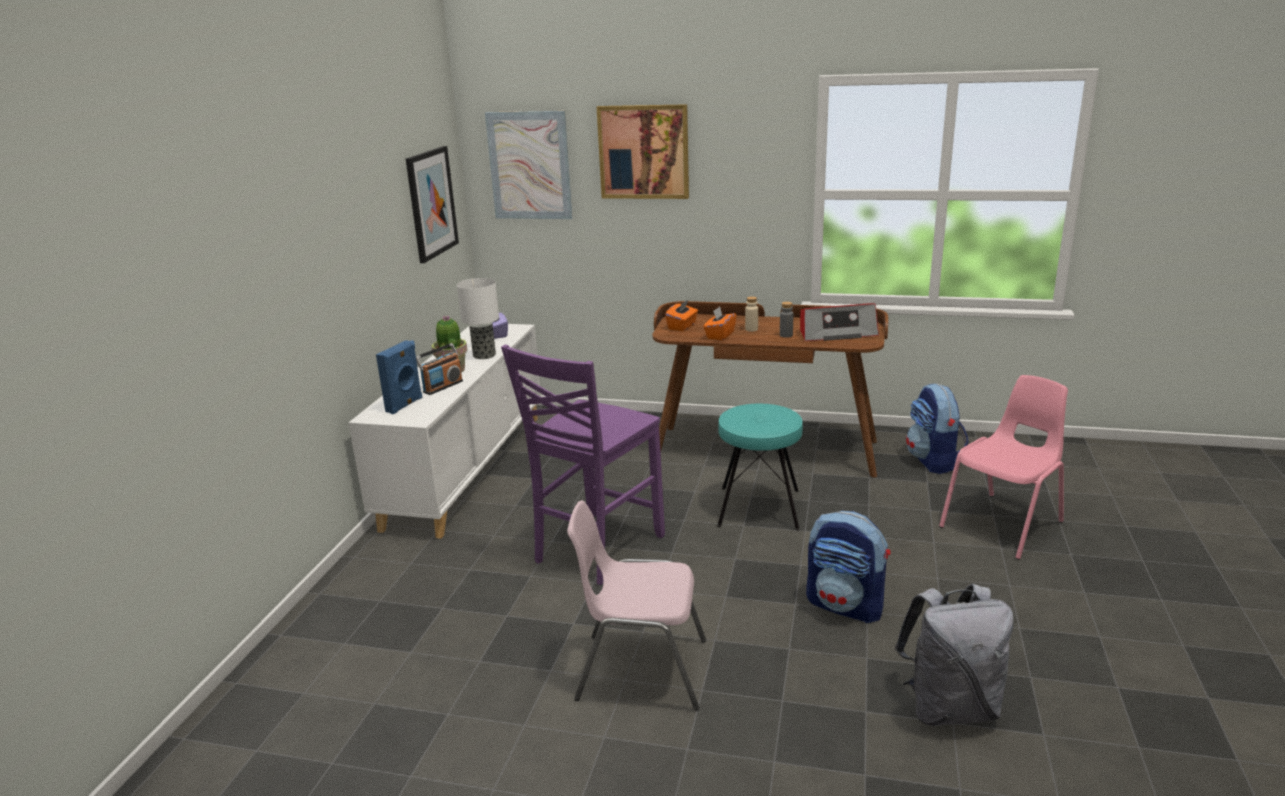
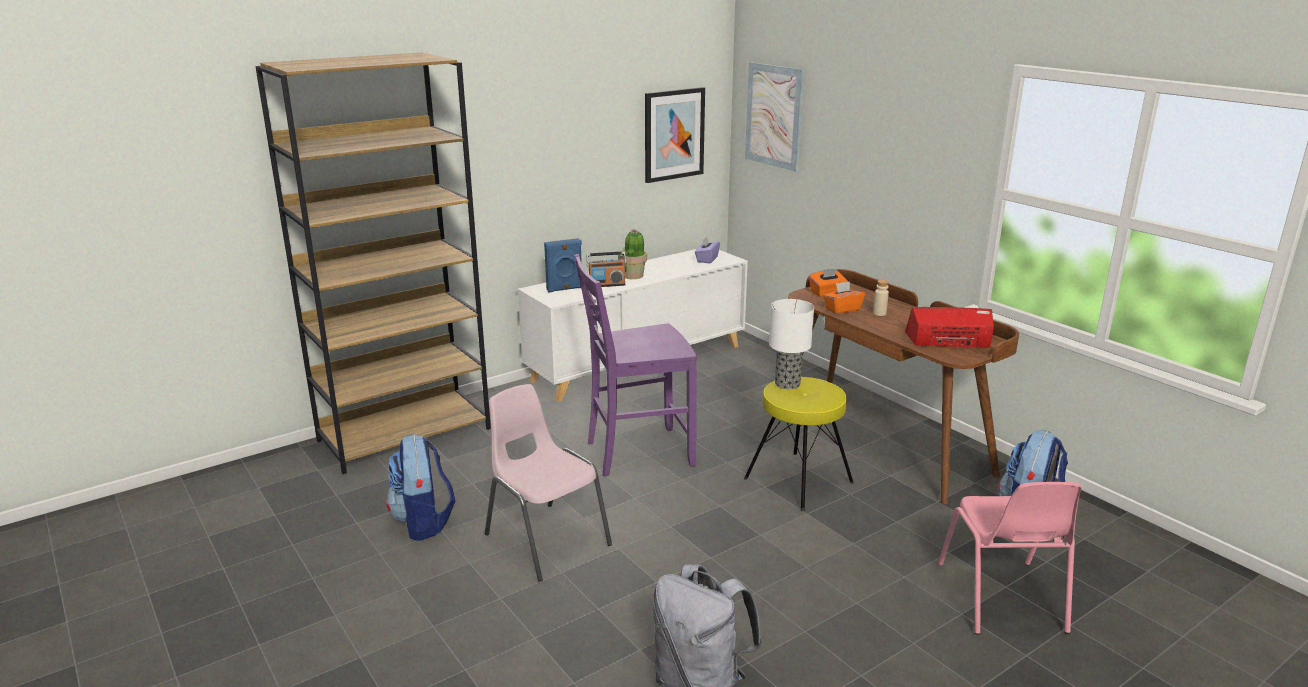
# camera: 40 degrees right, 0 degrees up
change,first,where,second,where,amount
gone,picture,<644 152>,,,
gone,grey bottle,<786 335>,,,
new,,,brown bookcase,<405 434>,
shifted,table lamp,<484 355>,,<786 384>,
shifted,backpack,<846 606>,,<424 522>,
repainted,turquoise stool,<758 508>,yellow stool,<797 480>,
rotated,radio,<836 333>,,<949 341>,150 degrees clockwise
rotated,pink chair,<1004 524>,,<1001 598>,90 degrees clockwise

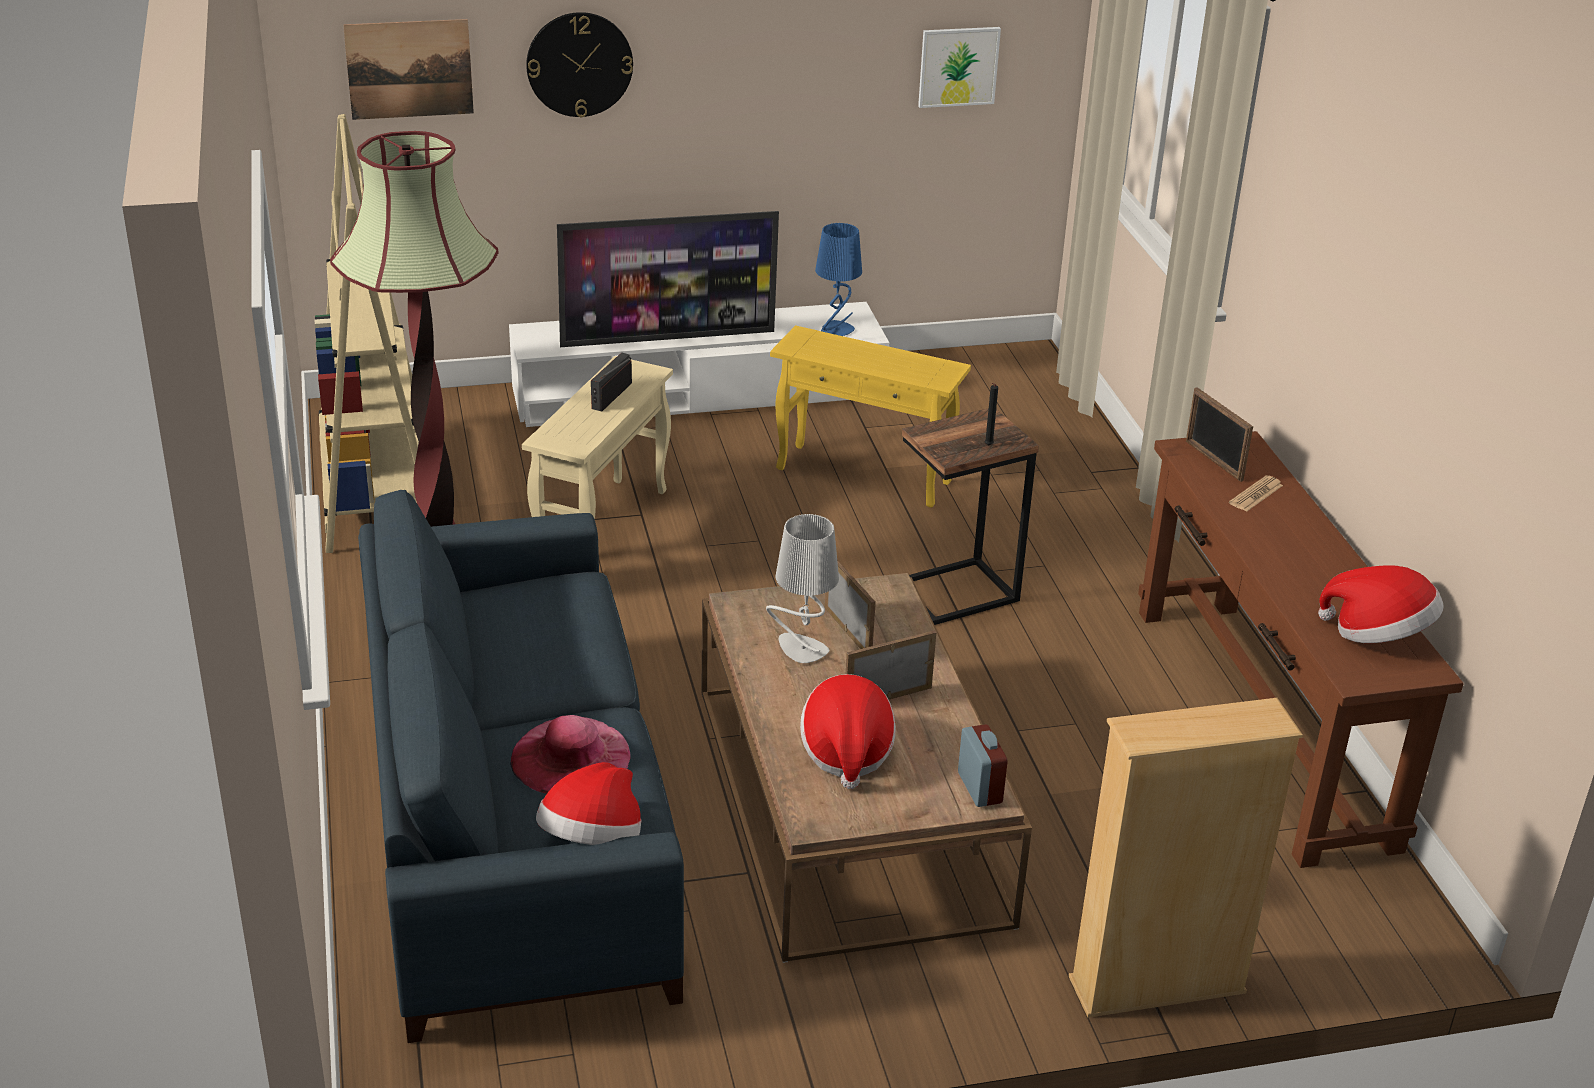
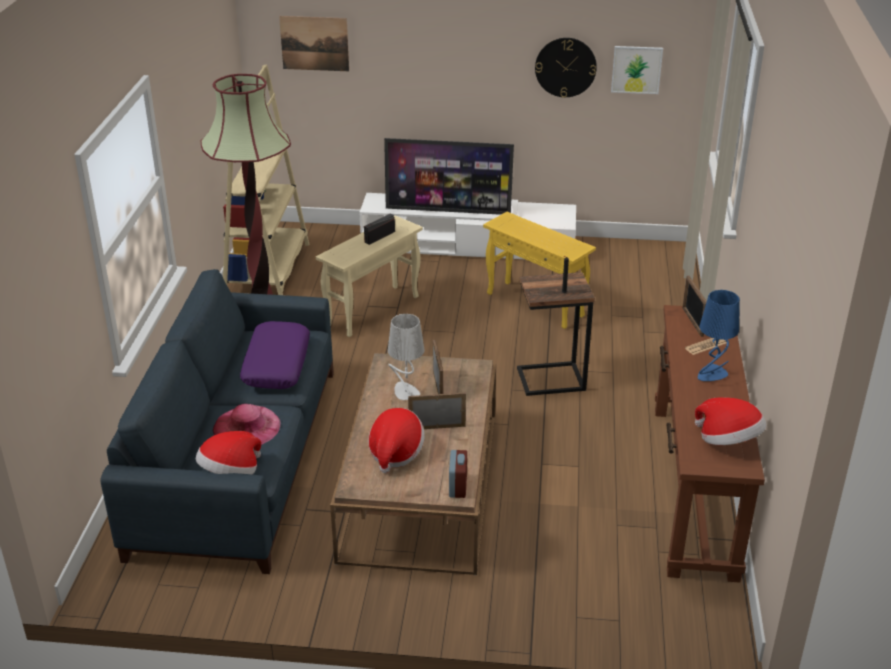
# camera: 20 degrees right, 0 degrees up
change,first,where,second,where,amount
gone,beige bookcase,<1157 986>,,,
new,,,purple pillow,<276 364>,
shifted,wall clock,<579 64>,,<565 67>,
shifted,blue table lamp,<835 331>,,<711 375>,

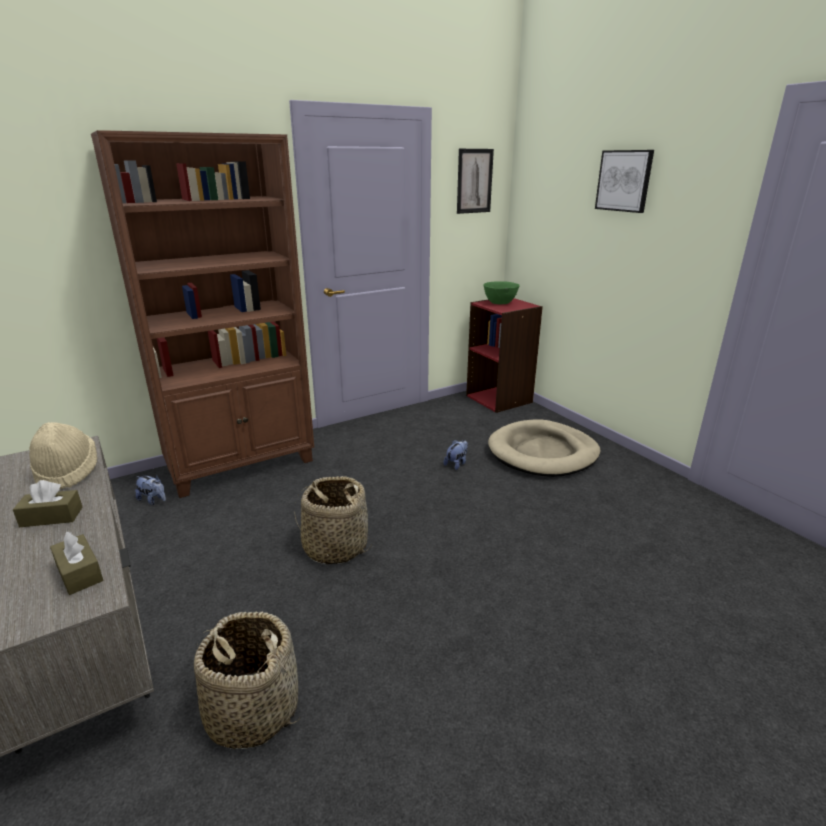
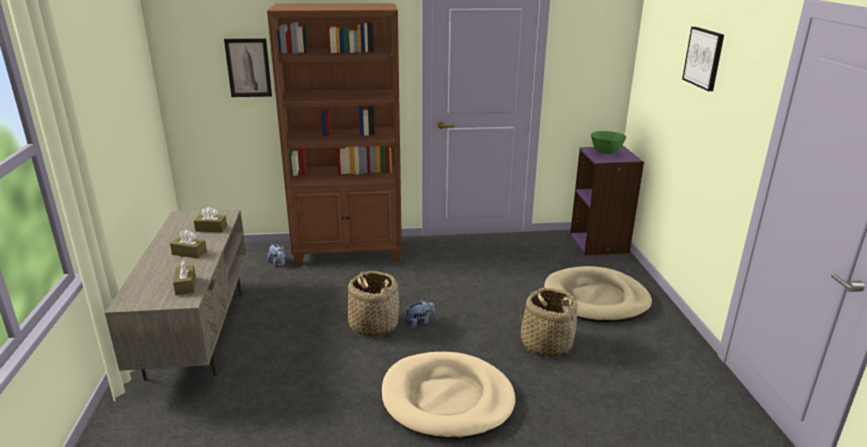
# camera: 25 degrees right, 0 degrees up
change,first,where,second,where,amount
new,,,beige dog bed,<447 399>,
shifted,basket,<252 710>,,<546 344>,
shifted,plush toy,<456 464>,,<420 322>,
shifted,picture,<474 181>,,<248 68>,
swapped,beige hat,<67 471>,brown tissue box,<211 228>,
repainted,red bookcase,<499 399>,purple bookcase,<599 243>,

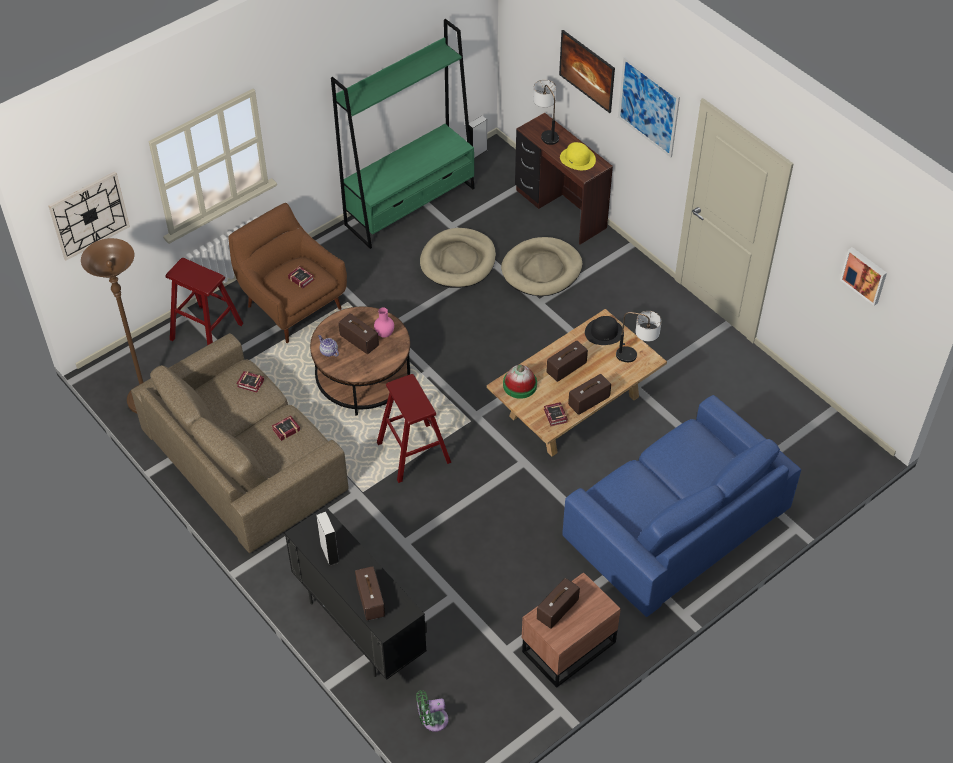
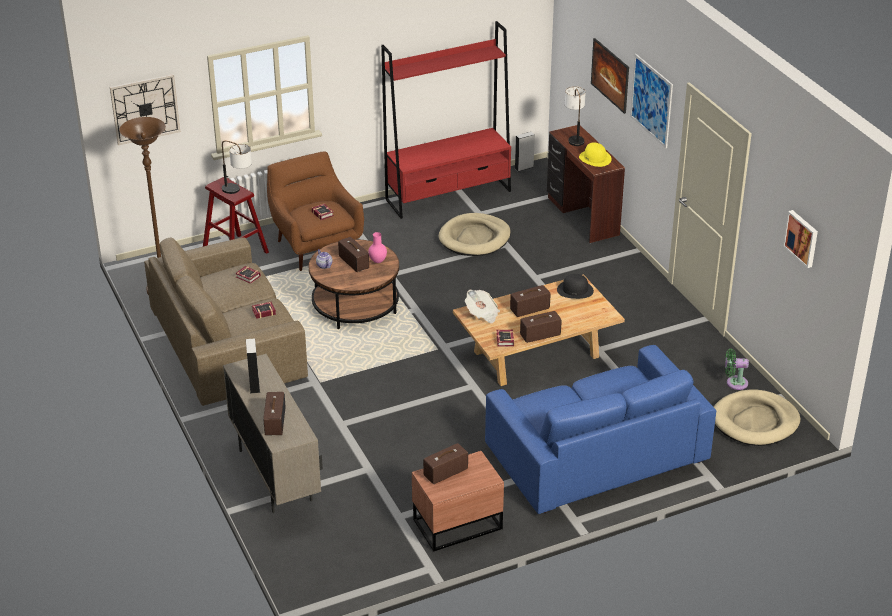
# camera: 15 degrees right, 15 degrees down
change,first,where,second,where,amount
gone,red stool,<413 452>,,,
shifted,green fan,<432 720>,,<734 383>,
shifted,beige dog bed,<541 270>,,<755 421>,
shifted,table lamp,<636 357>,,<238 191>,
swapped,hat,<520 385>,newspaper,<482 314>,
repainted,black cabinet,<359 627>,beige cabinet,<275 475>,
repainted,green bookcase,<410 206>,red bookcase,<448 195>,

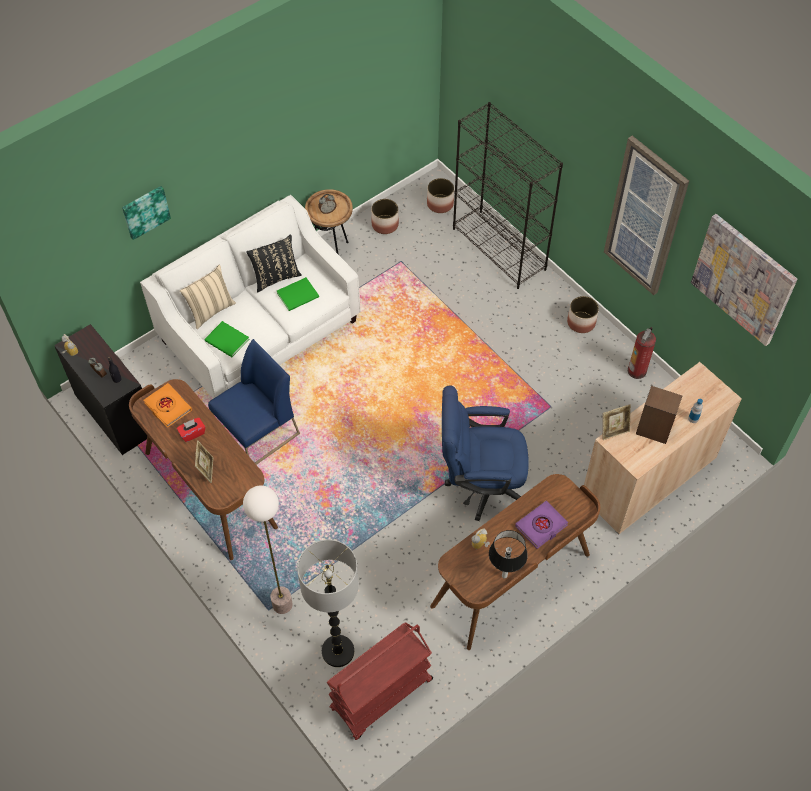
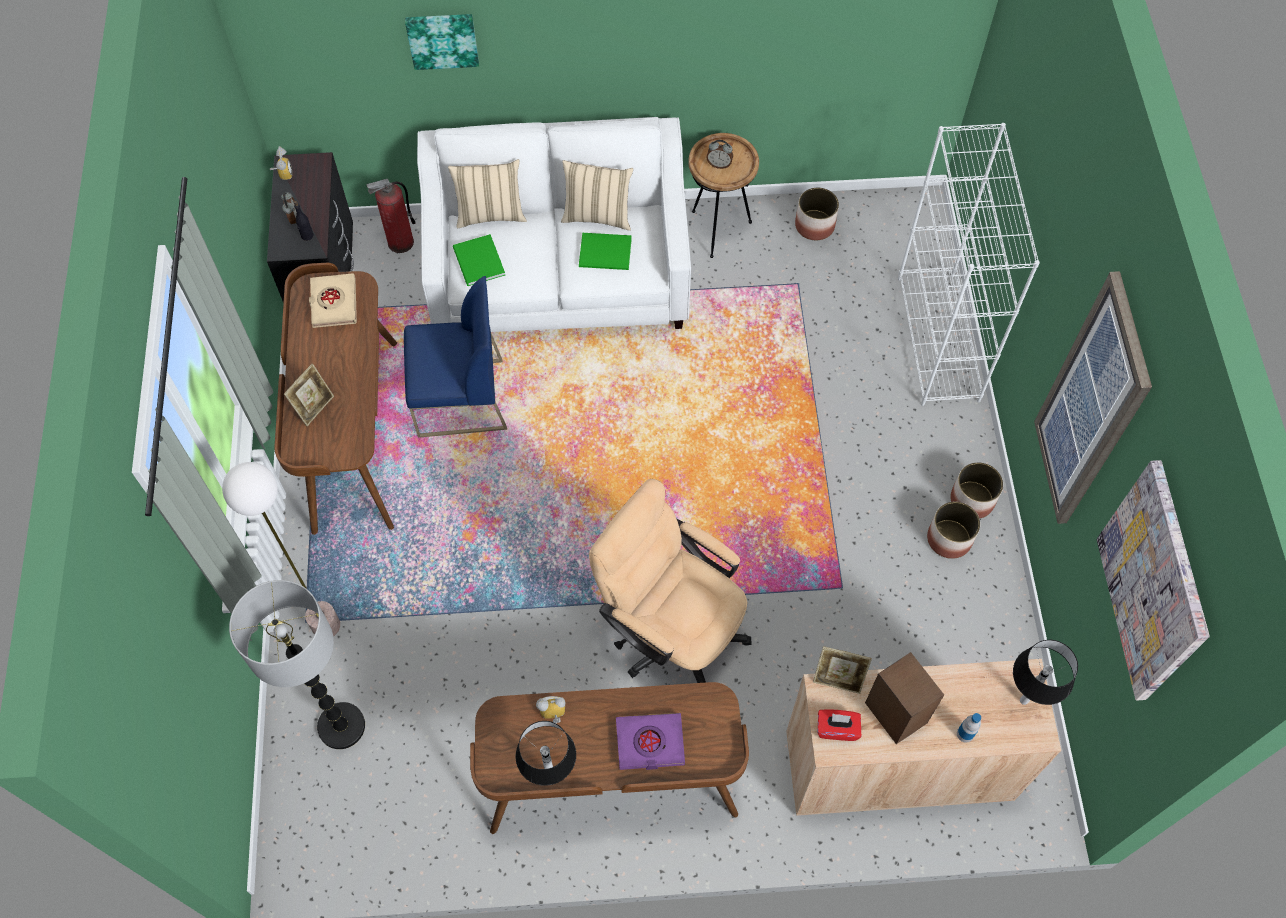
# camera: 35 degrees right, 5 degrees up
change,first,where,second,where,amount
gone,red cart,<381 695>,,,
new,,,table lamp,<1024 700>,
shifted,red tissue box,<192 433>,,<837 729>,
shifted,planter,<440 204>,,<949 539>,
shifted,fire extinguisher,<637 371>,,<400 242>,
repainted,orange book,<168 407>,beige book,<334 303>,
repainted,black pillow,<276 277>,beige pillow,<597 215>,
repainted,blue office chair,<480 484>,beige office chair,<671 631>,
repainted,black bookcase,<499 249>,white bookcase,<938 339>,

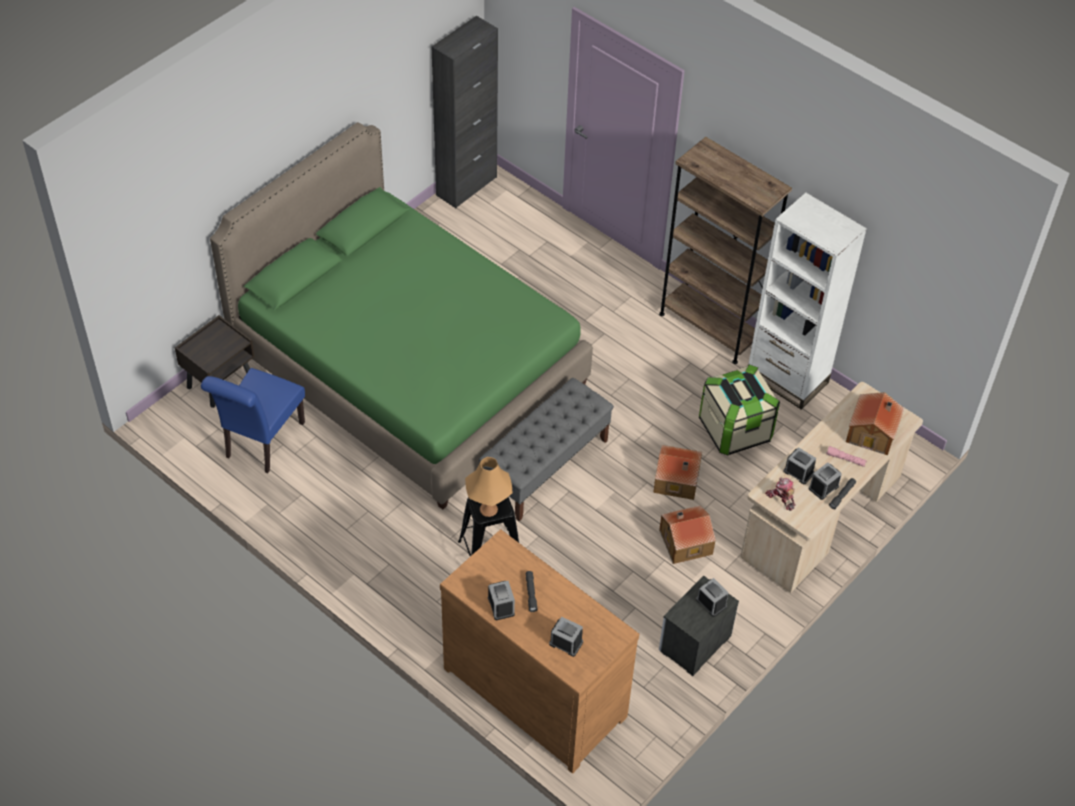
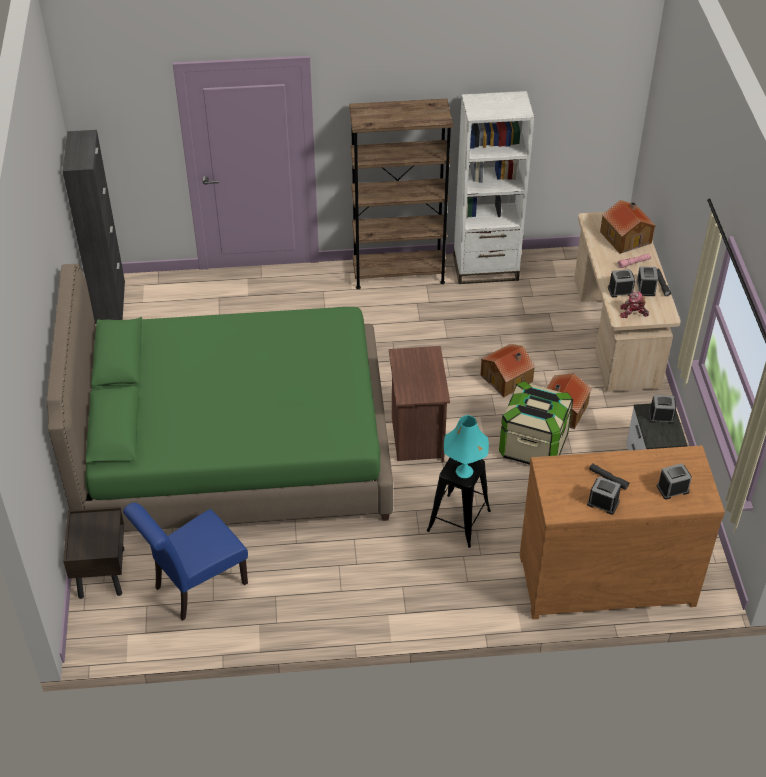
# camera: 45 degrees left, 5 degrees down
change,first,where,second,where,amount
shifted,storage box,<735 429>,,<533 446>,
swapped,grey bench,<545 466>,brown nightstand,<416 436>,
repainted,orange table lamp,<488 509>,turquoise table lamp,<464 471>,
rotated,blue chair,<261 443>,,<195 587>,75 degrees clockwise

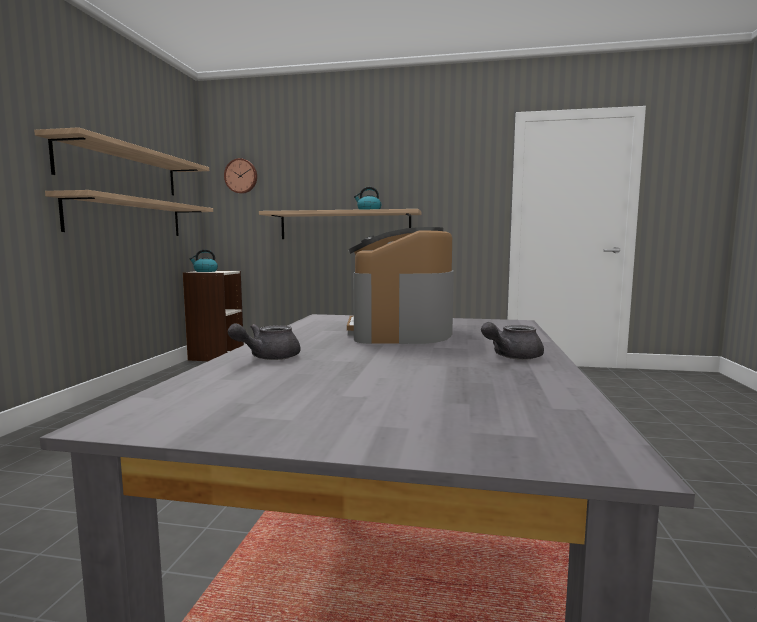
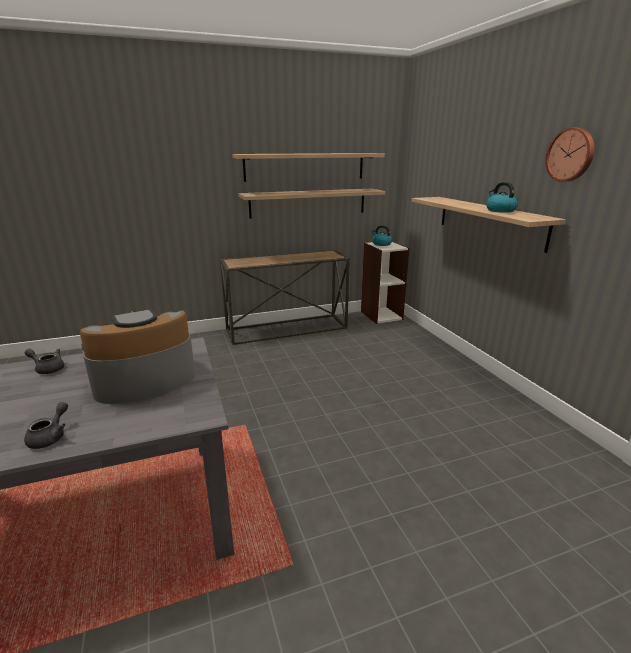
# camera: 60 degrees right, 15 degrees up
change,first,where,second,where,amount
new,,,console table,<287 328>,
shifted,wall clock,<241 176>,,<571 155>,
rotated,grey teapot,<511 356>,,<51 437>,75 degrees clockwise

